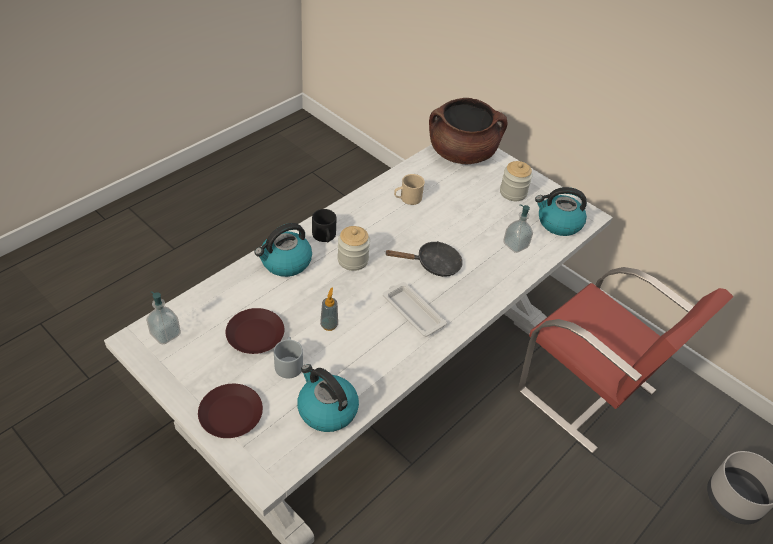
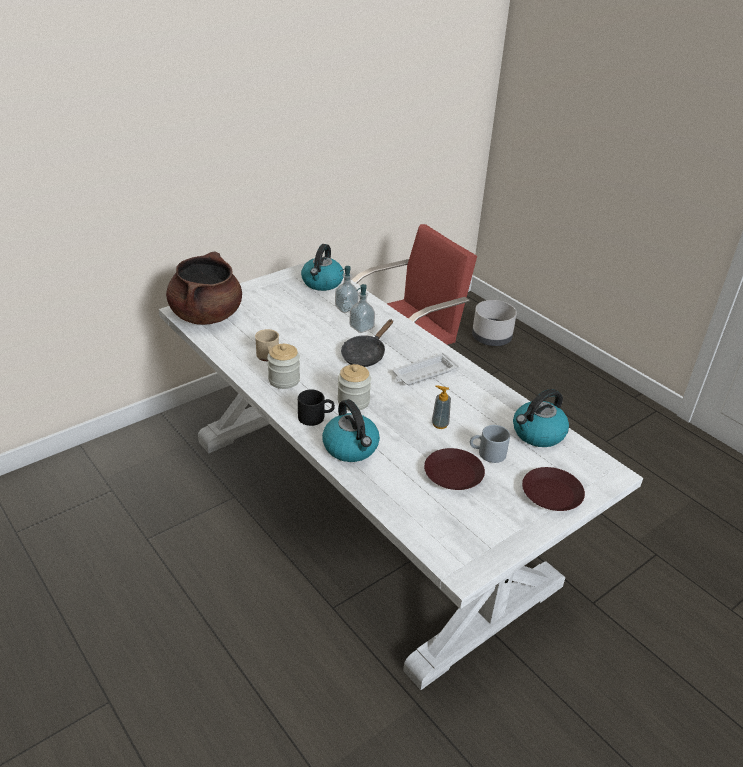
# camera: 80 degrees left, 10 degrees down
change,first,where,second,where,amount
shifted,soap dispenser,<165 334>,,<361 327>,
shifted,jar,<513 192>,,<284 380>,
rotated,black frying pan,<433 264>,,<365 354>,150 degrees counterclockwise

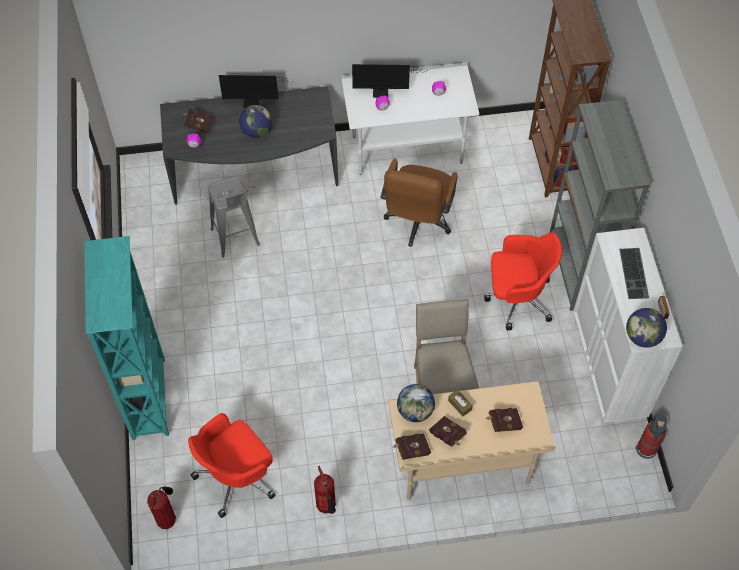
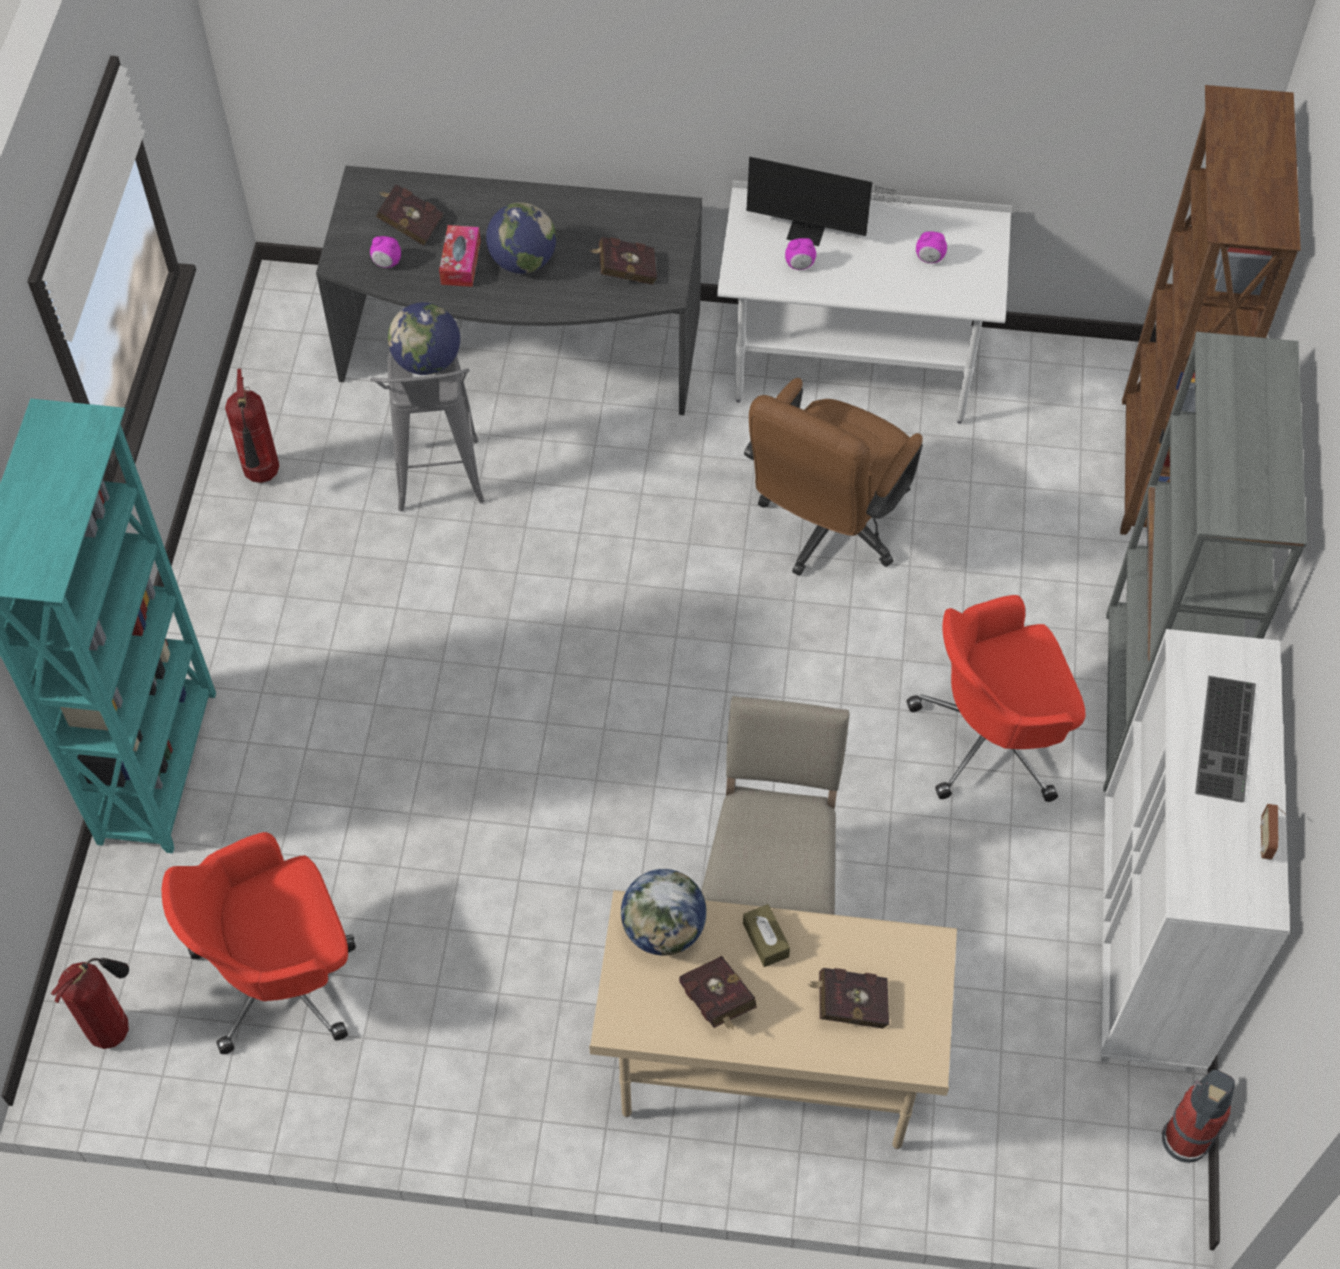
# camera: 15 degrees right, 0 degrees up
change,first,where,second,where,amount
gone,monitor,<254 102>,,,
new,,,tissue box,<460 262>,
shifted,fire extinguisher,<327 508>,,<263 476>,
shifted,red book,<411 450>,,<624 271>,
shifted,globe,<642 337>,,<427 361>,
rotated,red office chair,<516 298>,,<993 737>,150 degrees clockwise

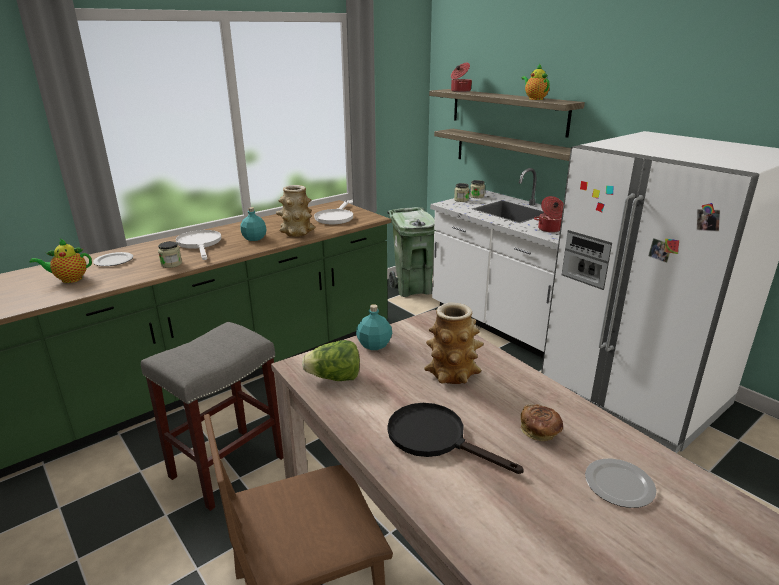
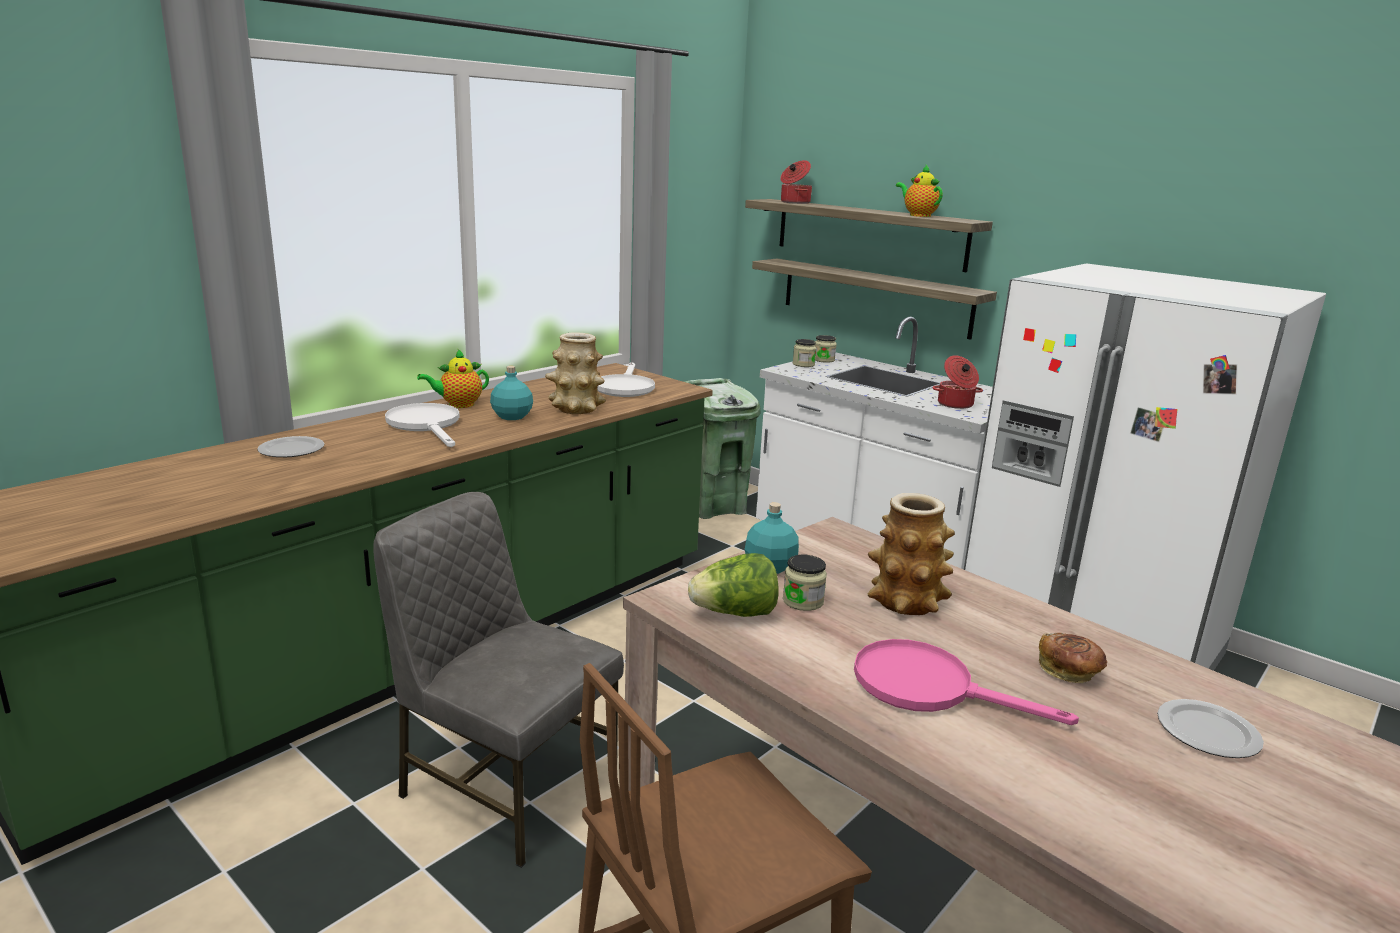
# camera: 10 degrees left, 5 degrees down
change,first,where,second,where,amount
shifted,teapot,<69 279>,,<458 405>,
shifted,jar,<171 264>,,<803 601>,
swapped,grey stool,<228 465>,grey chair,<505 785>,
repainted,black frying pan,<436 438>,pink frying pan,<929 687>,

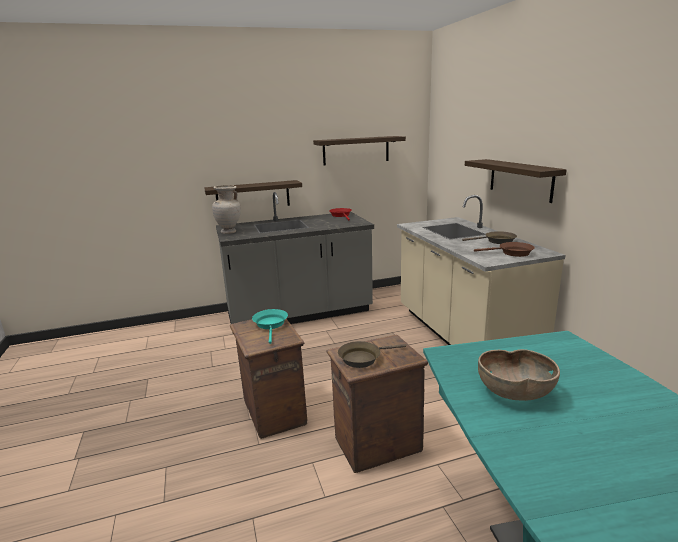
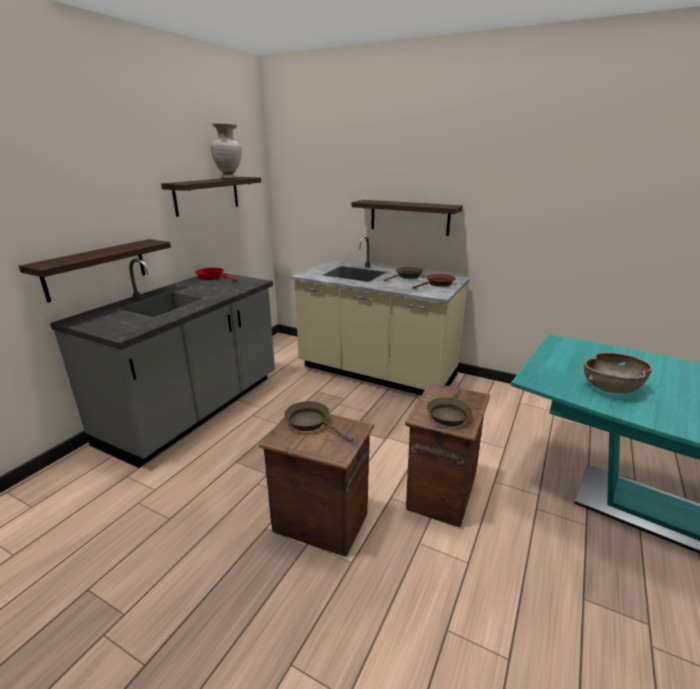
# camera: 45 degrees left, 5 degrees up
change,first,where,second,where,amount
shifted,beige vase,<229 232>,,<229 178>,
repainted,turquoise frying pan,<271 325>,brown frying pan,<311 422>,

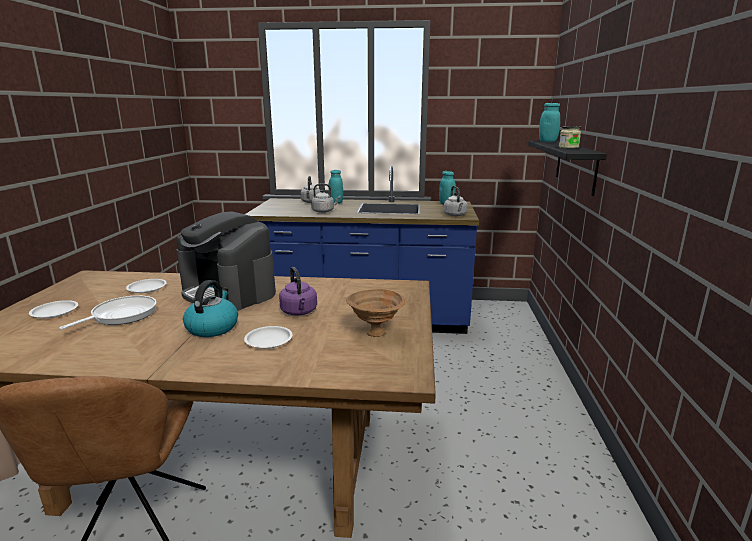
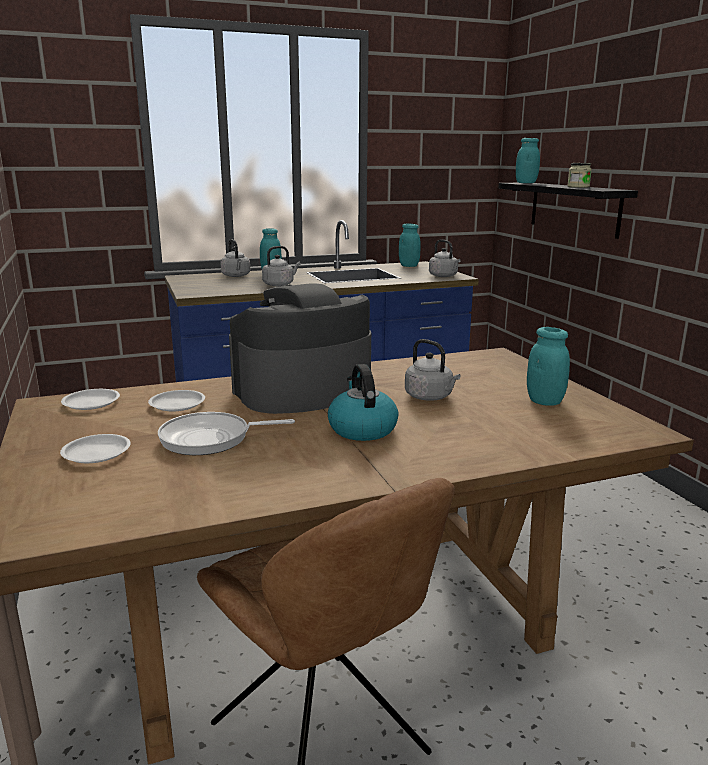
# camera: 25 degrees left, 0 degrees up
change,first,where,second,where,amount
shifted,white plate,<268 340>,,<90 403>,
swapped,brown bowl,<374 332>,turquoise jar,<544 401>,
repainted,purple kettle,<299 312>,grey kettle,<430 397>,
rotated,frying pan,<121 315>,,<210 439>,105 degrees counterclockwise
rotated,coffee machine,<229 292>,,<302 391>,135 degrees clockwise

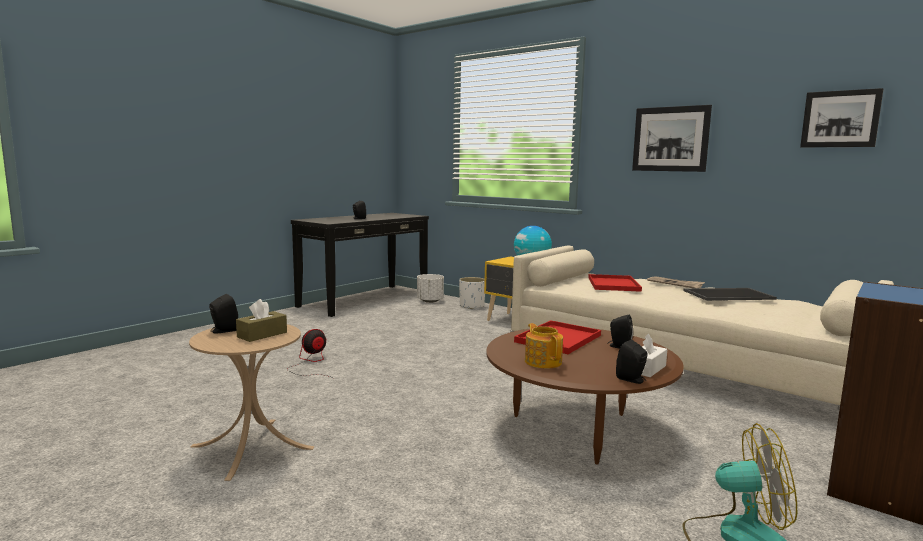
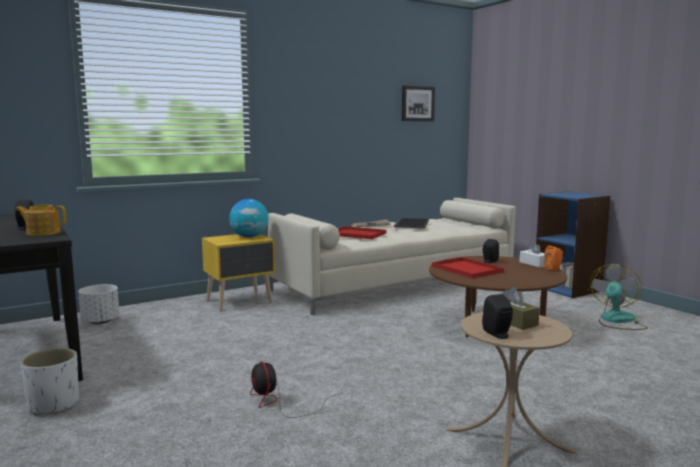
# camera: 70 degrees left, 0 degrees up
change,first,where,second,where,amount
gone,picture,<670 139>,,,
shifted,white planter,<472 306>,,<54 405>,
shifted,teapot,<543 361>,,<43 233>,
repainted,black speaker,<632 380>,orange speaker,<553 269>,

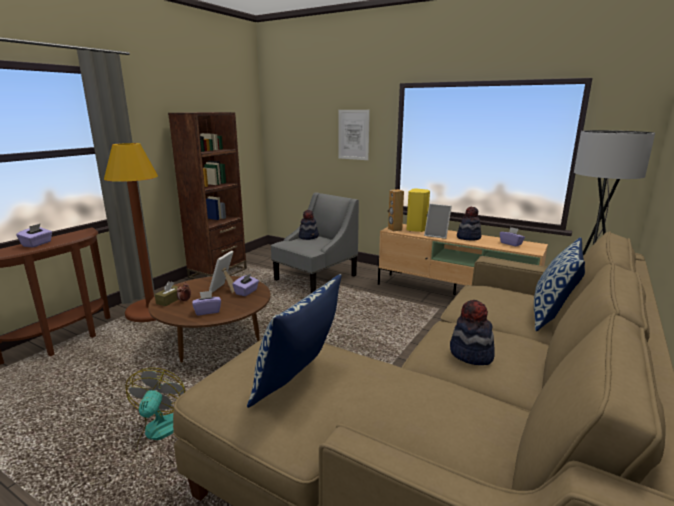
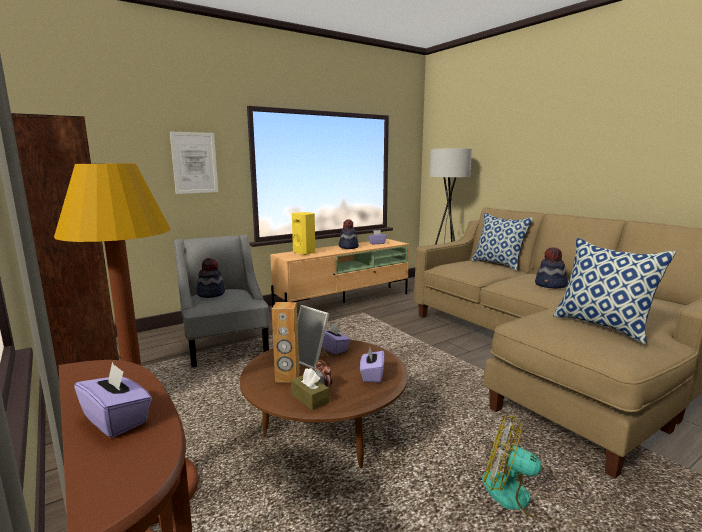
# camera: 65 degrees left, 5 degrees down
change,first,where,second,where,amount
gone,picture frame,<437 235>,,,
shifted,brown speaker,<394 229>,,<287 377>,

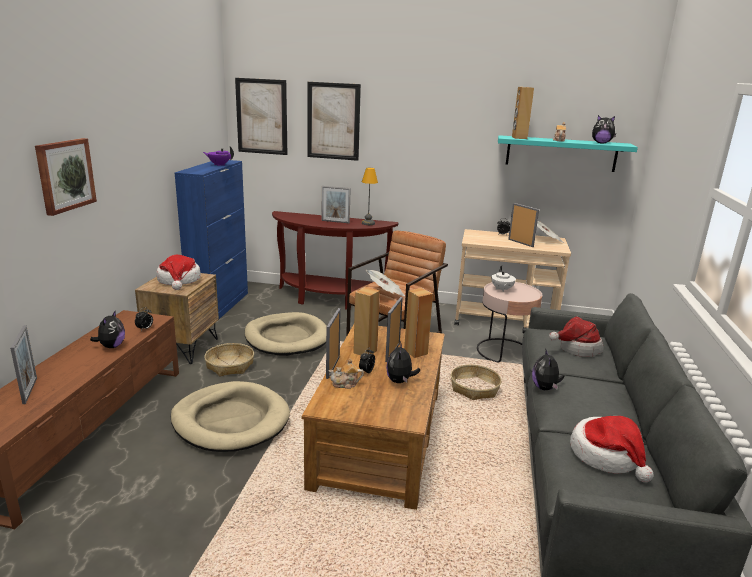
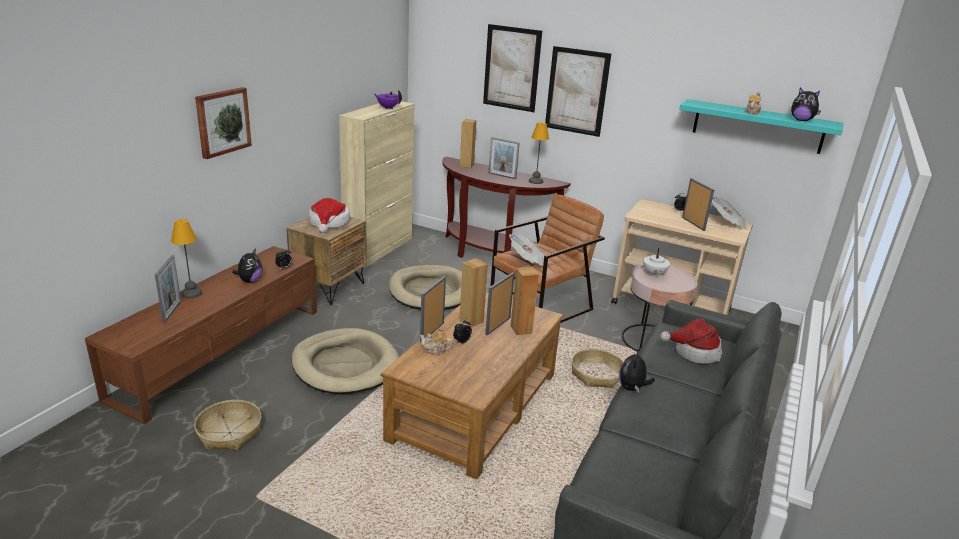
# camera: 15 degrees right, 5 degrees up
change,first,where,second,where,amount
gone,plush toy,<400 381>,,,
gone,hat,<607 456>,,,
new,,,table lamp,<191 294>,
shifted,basket,<230 365>,,<229 432>,
shifted,picture,<262 116>,,<577 91>,
shifted,brown speaker,<519 138>,,<466 165>,
repainted,blue cabinet,<219 306>,beige cabinet,<379 249>,

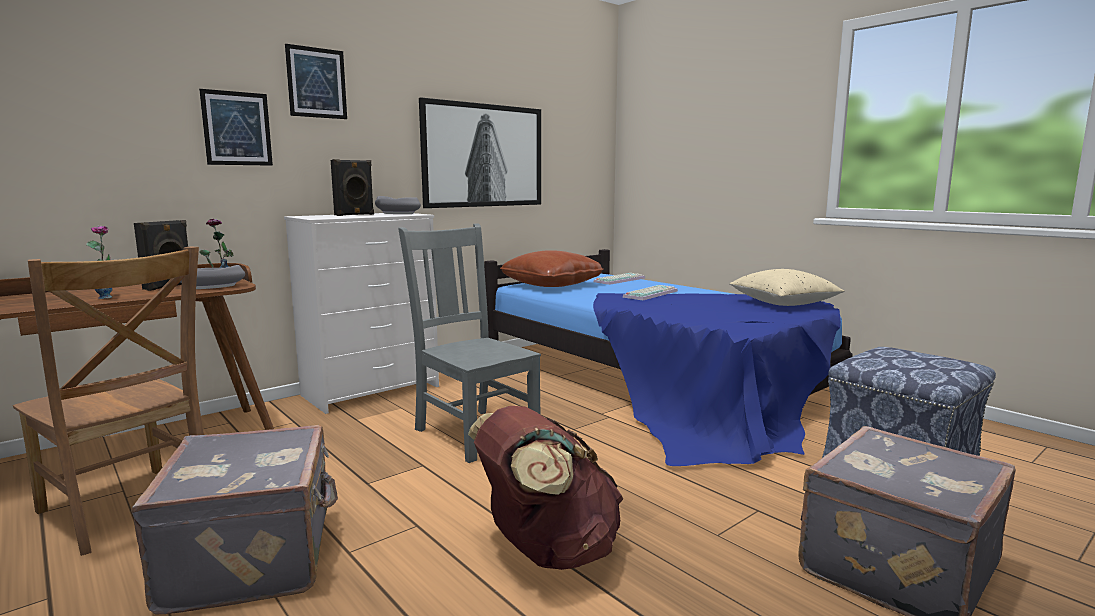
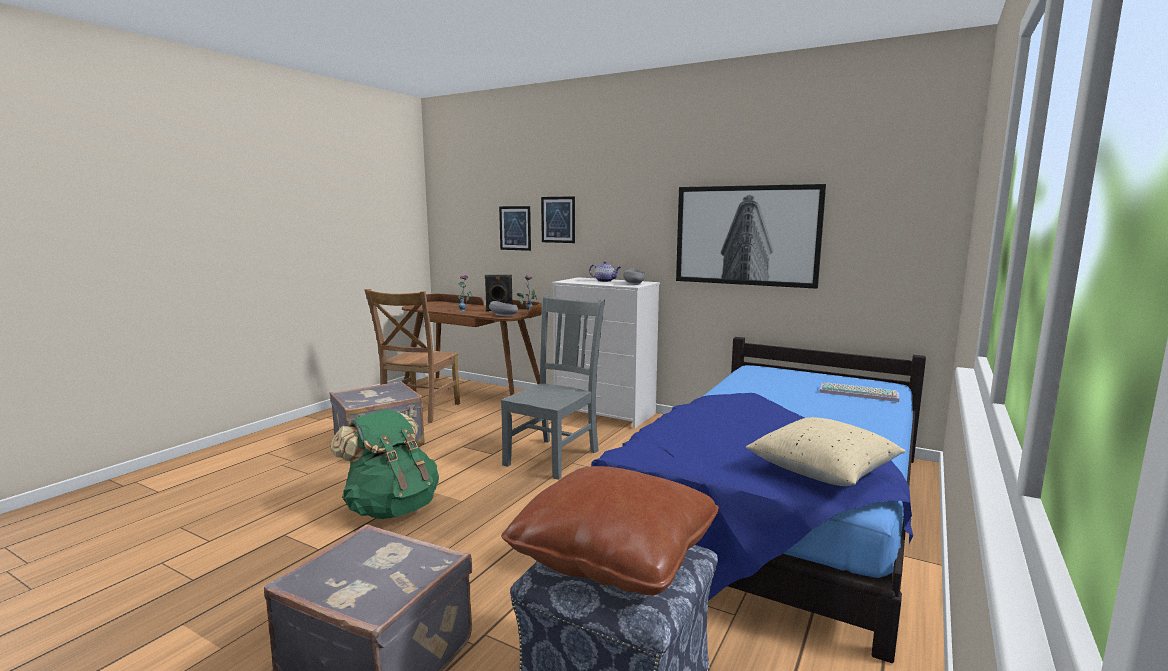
# camera: 70 degrees right, 0 degrees up
change,first,where,second,where,amount
gone,keyboard,<650 294>,,,
shifted,picture,<316 83>,,<515 228>,
shifted,brown pillow,<551 285>,,<614 554>,
swapped,black speaker,<355 215>,teapot,<605 281>,
repainted,brown backpack,<546 551>,green backpack,<392 508>,

